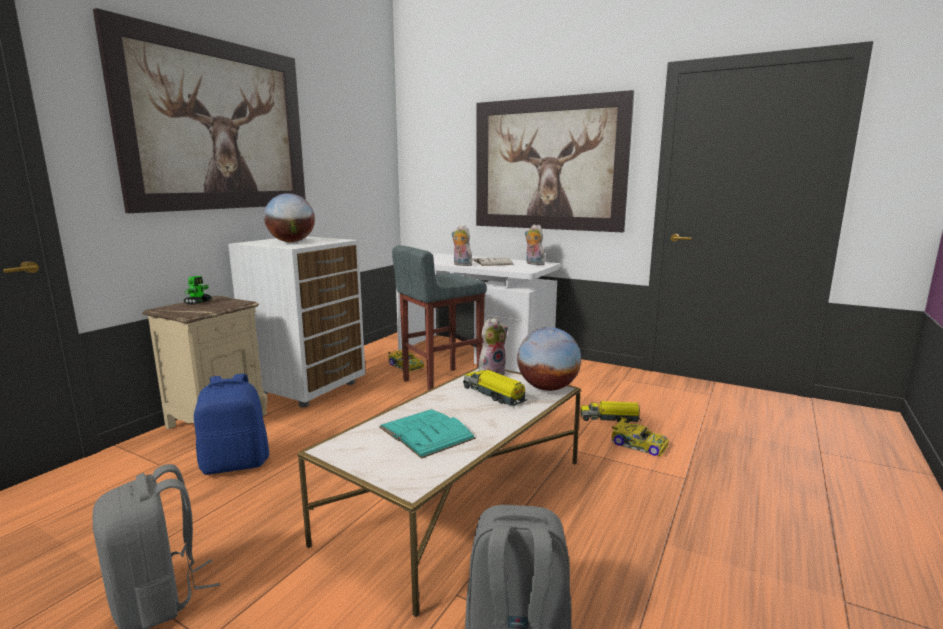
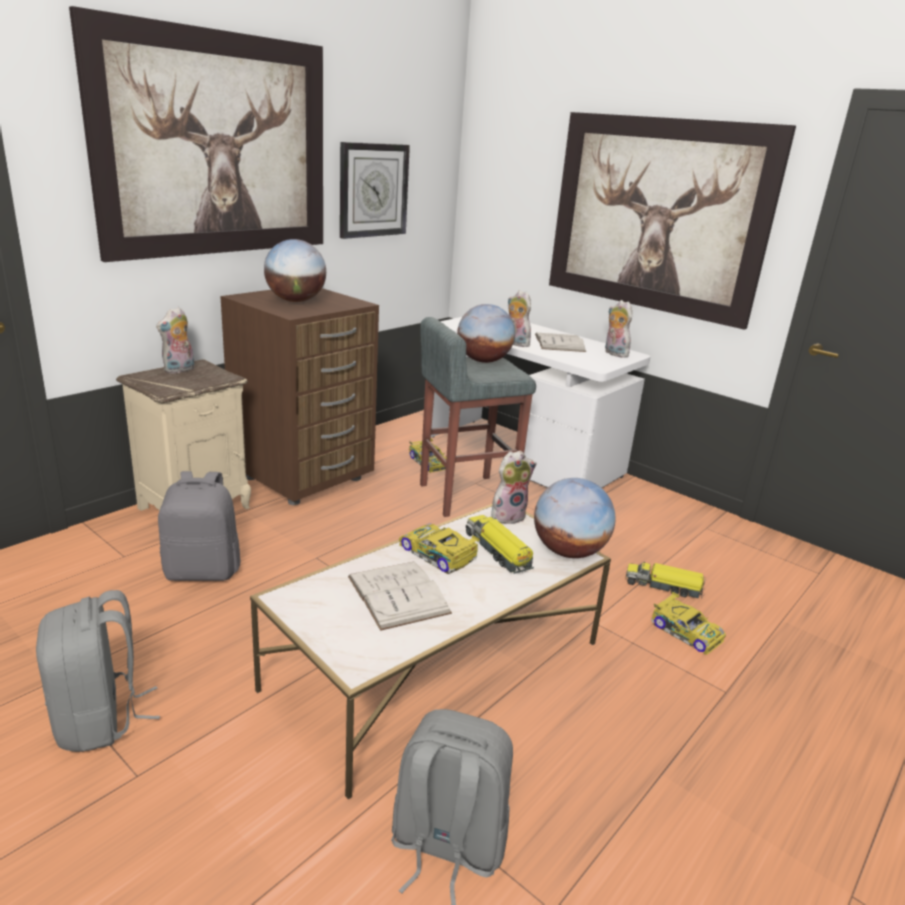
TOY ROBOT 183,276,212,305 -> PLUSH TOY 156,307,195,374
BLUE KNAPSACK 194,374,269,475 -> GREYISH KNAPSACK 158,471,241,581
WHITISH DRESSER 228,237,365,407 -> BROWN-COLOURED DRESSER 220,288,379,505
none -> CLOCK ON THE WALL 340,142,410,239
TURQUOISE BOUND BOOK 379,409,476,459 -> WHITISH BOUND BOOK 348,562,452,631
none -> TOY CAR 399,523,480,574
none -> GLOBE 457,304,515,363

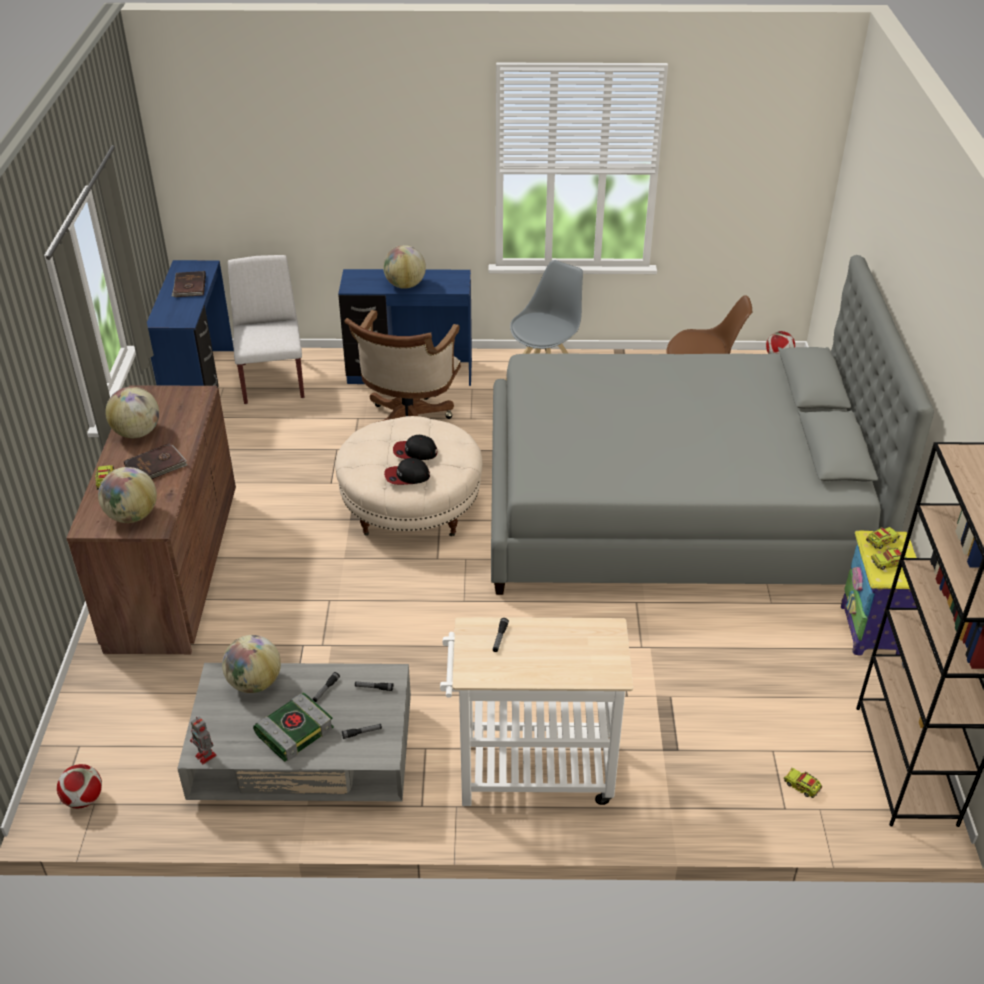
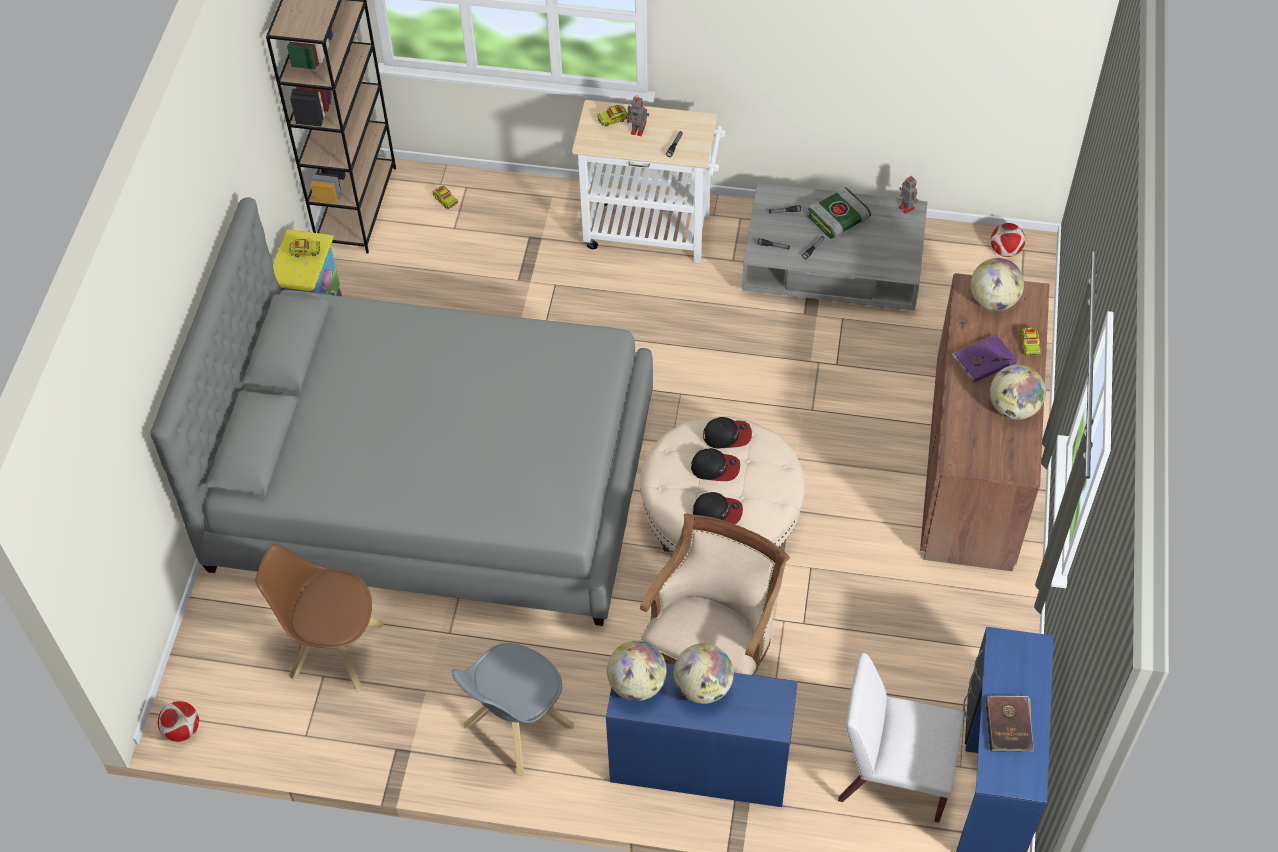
TOY LORRY 866,527,900,549 -> TOY LORRY 597,105,628,127, shifted
GLOBE 222,635,281,693 -> GLOBE 607,641,667,701, shifted
none -> TOY ROBOT 627,97,649,136
none -> PEAKED CAP 693,492,743,524
WHITISH UPRIGHT CHAIR 228,255,304,404 -> WHITISH UPRIGHT CHAIR 838,653,963,823, 105 degrees clockwise
BROWN-COLOURED BOUND BOOK 124,443,187,479 -> PURPLE BOUND BOOK 952,335,1017,382

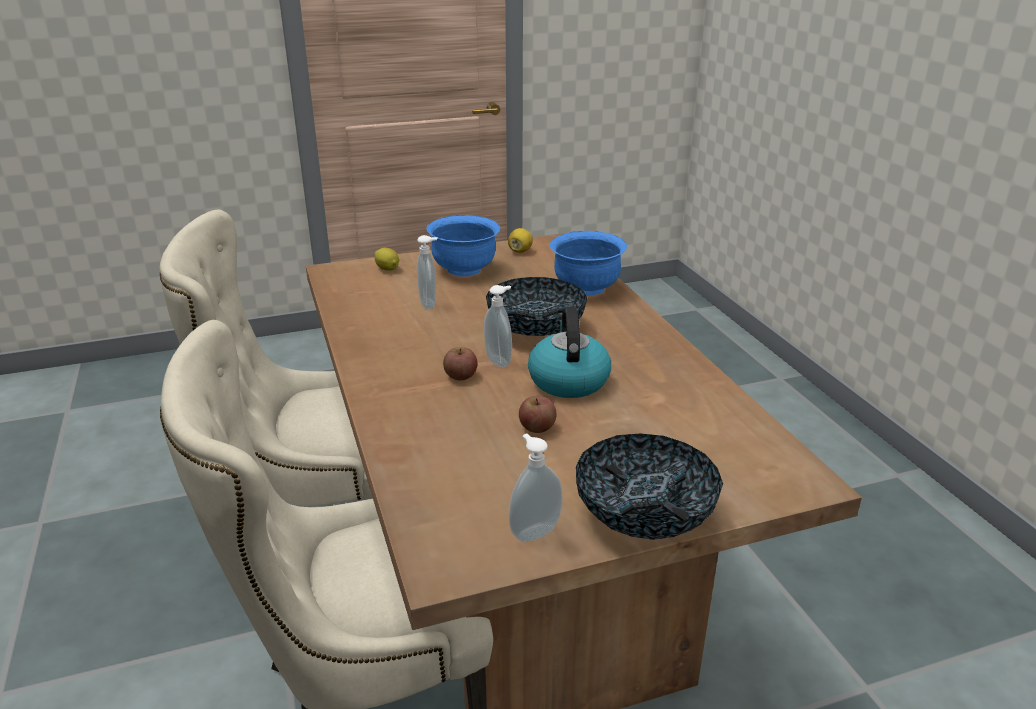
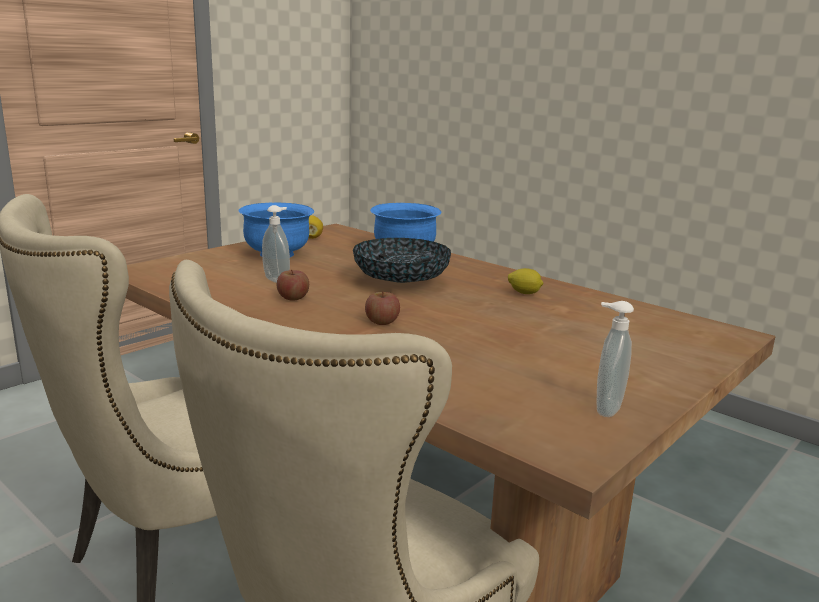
APPLE FRUIT 519,396,556,433 -> APPLE FRUIT 277,270,309,301, shifted
LEMON 374,248,399,271 -> LEMON 508,268,543,294, shifted
SOAP BOTTLE 484,285,512,368 -> none
WATER KETTLE 528,307,611,398 -> none
SERVING BOWL 576,434,723,540 -> none

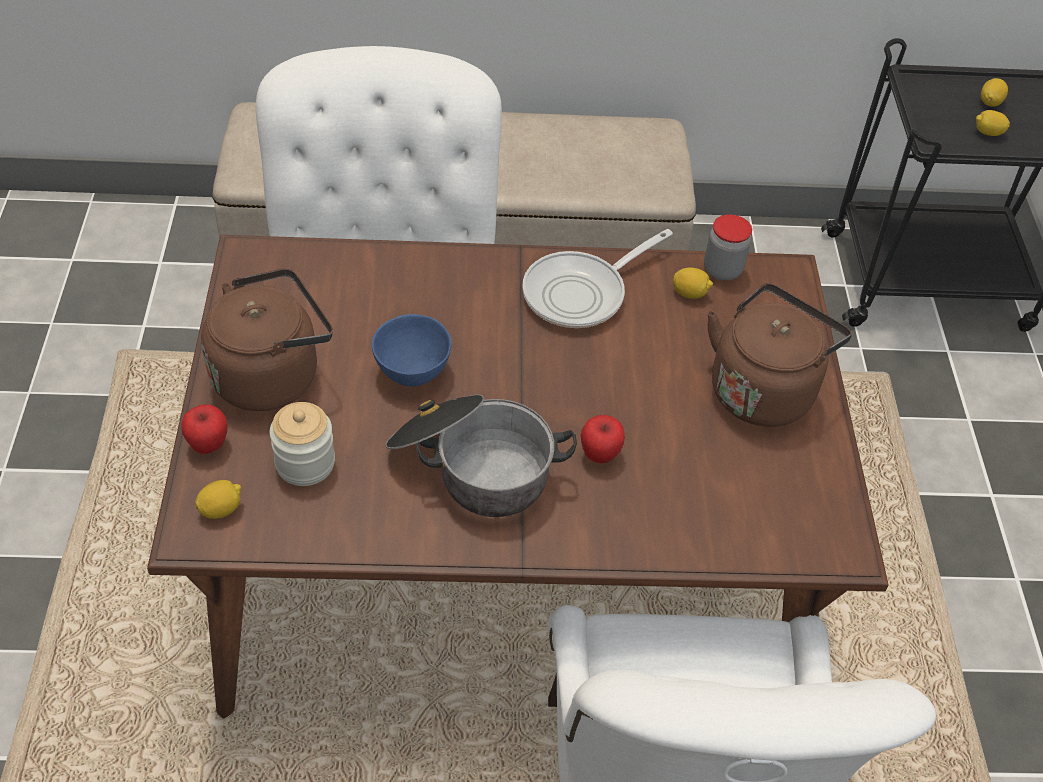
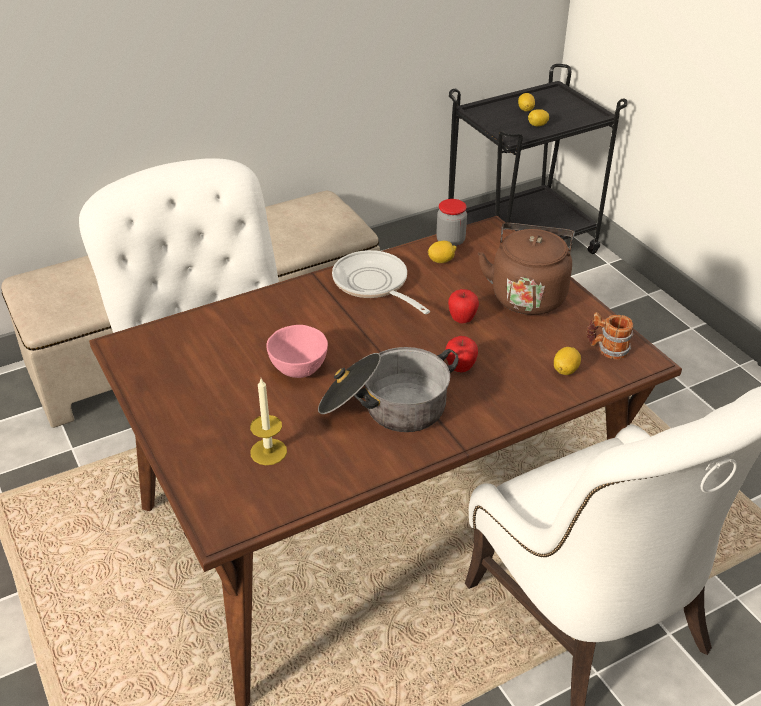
PRESERVE JAR 270,402,335,486 -> WAX LIGHT 250,378,287,465
BLUE SERVING BOWL 371,314,452,387 -> PINKISH SERVING BOWL 266,325,328,378
SKILLET 522,229,673,328 -> SKILLET 332,250,430,314, 120 degrees clockwise
APPLE FRUIT 181,404,228,454 -> APPLE FRUIT 448,289,479,324, shifted
LEMON 195,480,241,519 -> LEMON 554,347,581,375, shifted
none -> TEA MUG 586,312,633,360
BROWN-COLOURED WATER KETTLE 201,268,333,411 -> none

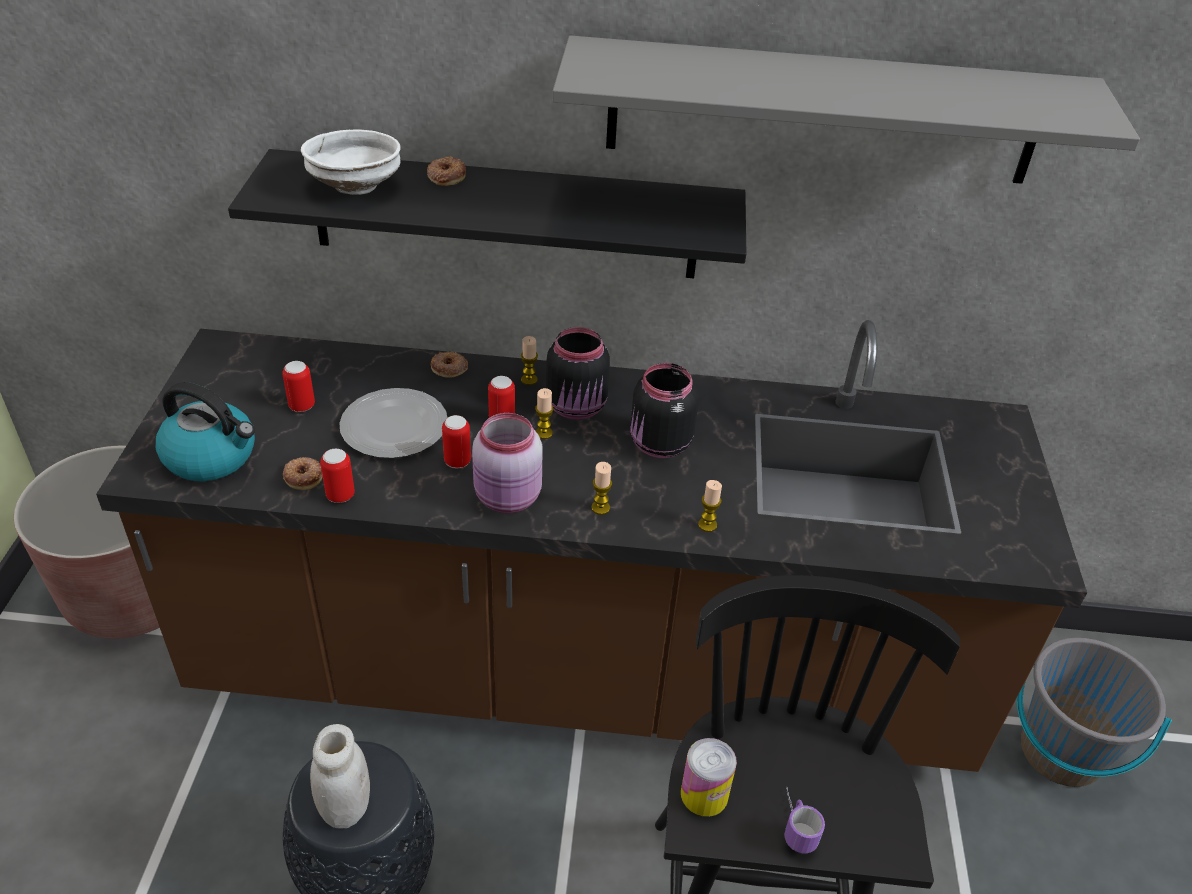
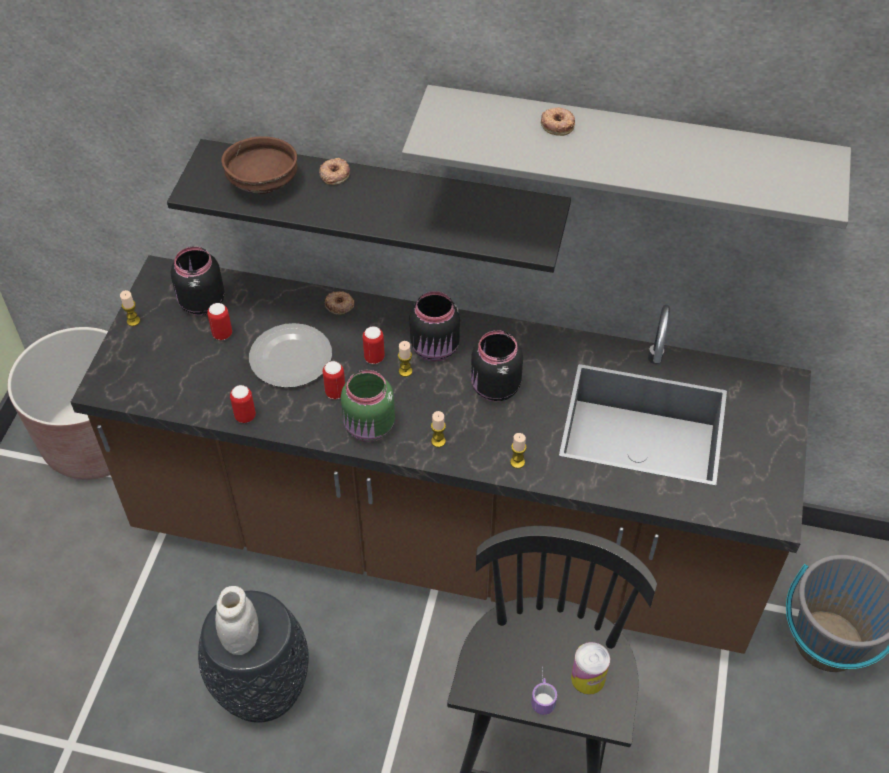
WAX LIGHT 521,336,538,385 -> WAX LIGHT 120,290,140,326, shifted
none -> BLACKISH PRESERVE JAR 171,246,225,315
WHITISH SERVING BOWL 301,129,401,195 -> BROWN-COLOURED SERVING BOWL 221,136,297,194
PINKISH PRESERVE JAR 472,413,543,513 -> GREENISH PRESERVE JAR 341,370,395,442
DONUT 283,457,322,490 -> DONUT 541,107,575,136, shifted
METAL CAN 681,738,737,817 -> METAL CAN 571,642,610,695, shifted
WATER KETTLE 156,382,255,481 -> none

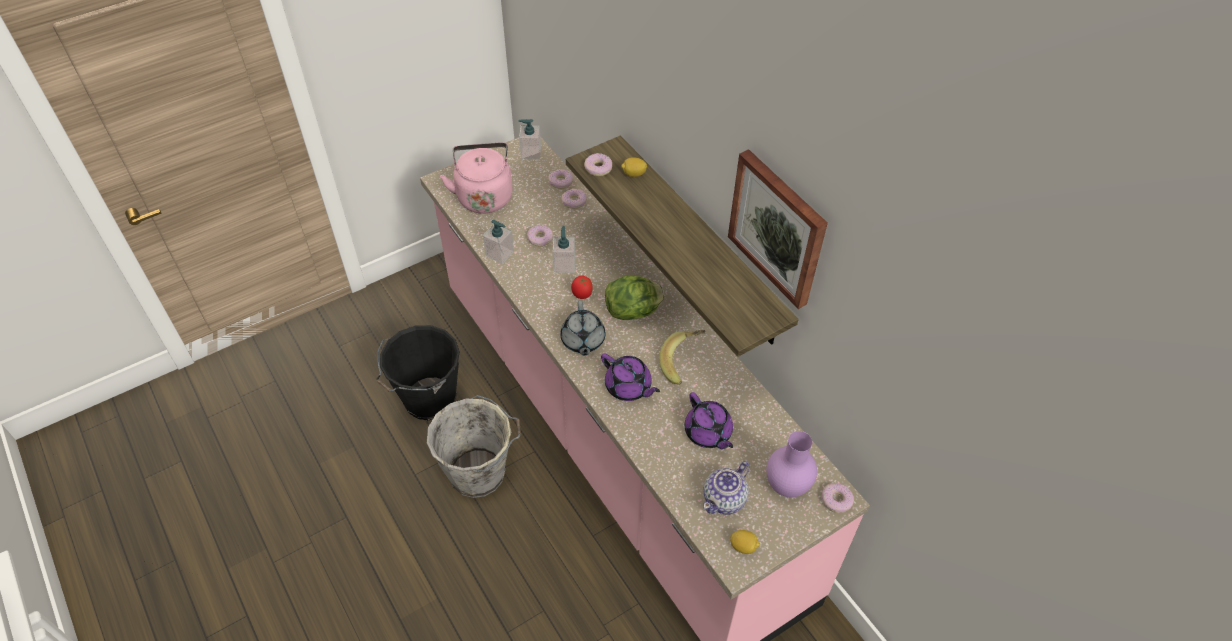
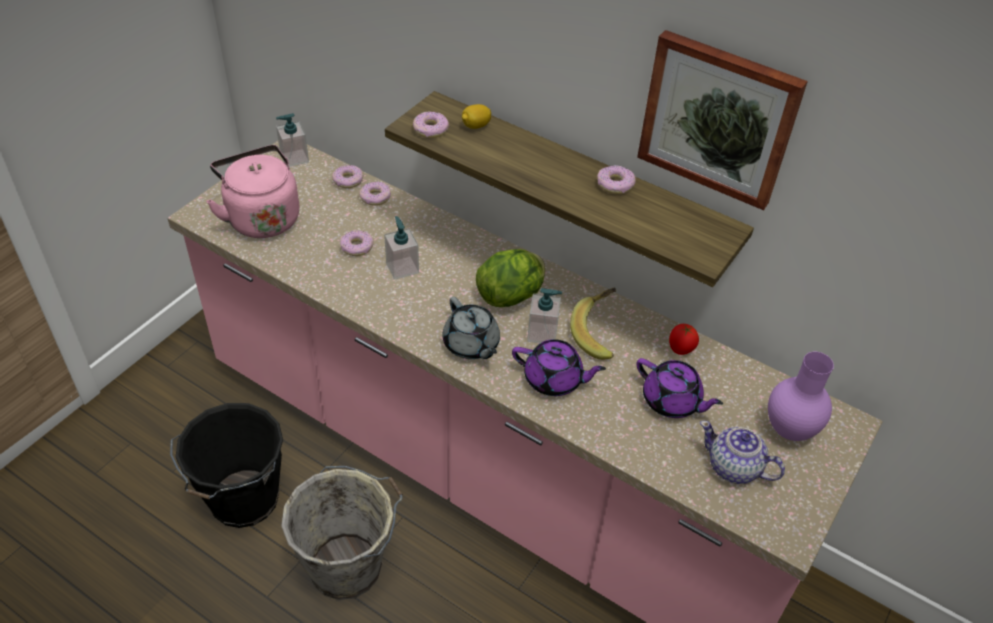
SOAP BOTTLE 483,220,514,264 -> SOAP BOTTLE 527,288,562,343, shifted
DONUT 821,483,854,513 -> DONUT 597,166,636,194, shifted
TOMATO 571,276,593,299 -> TOMATO 669,324,699,355, shifted
POT FOR TEA 703,461,750,514 -> POT FOR TEA 700,421,785,484, 105 degrees clockwise
LEMON 730,530,760,554 -> none

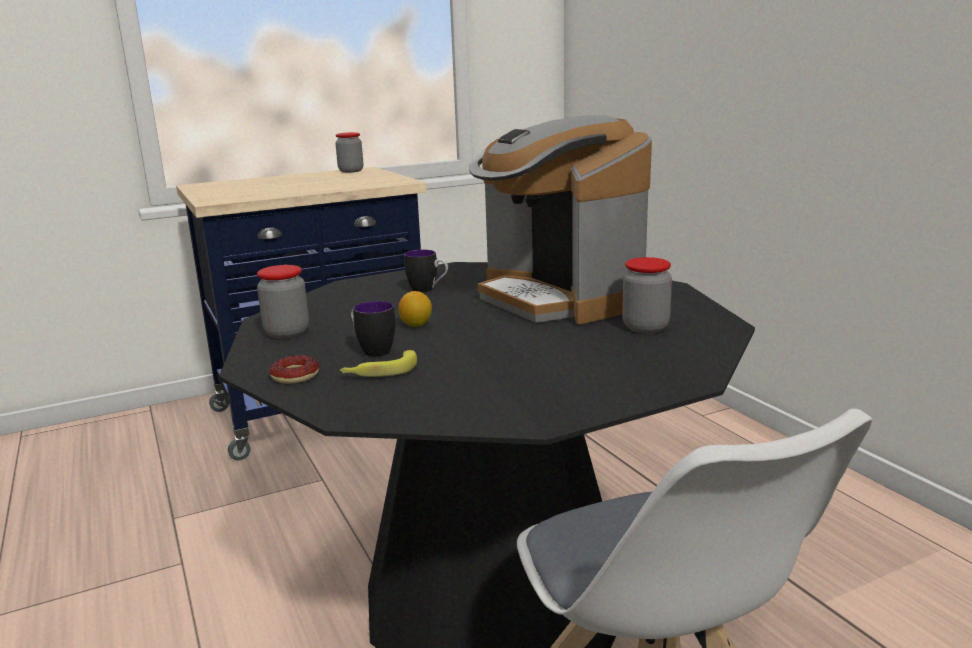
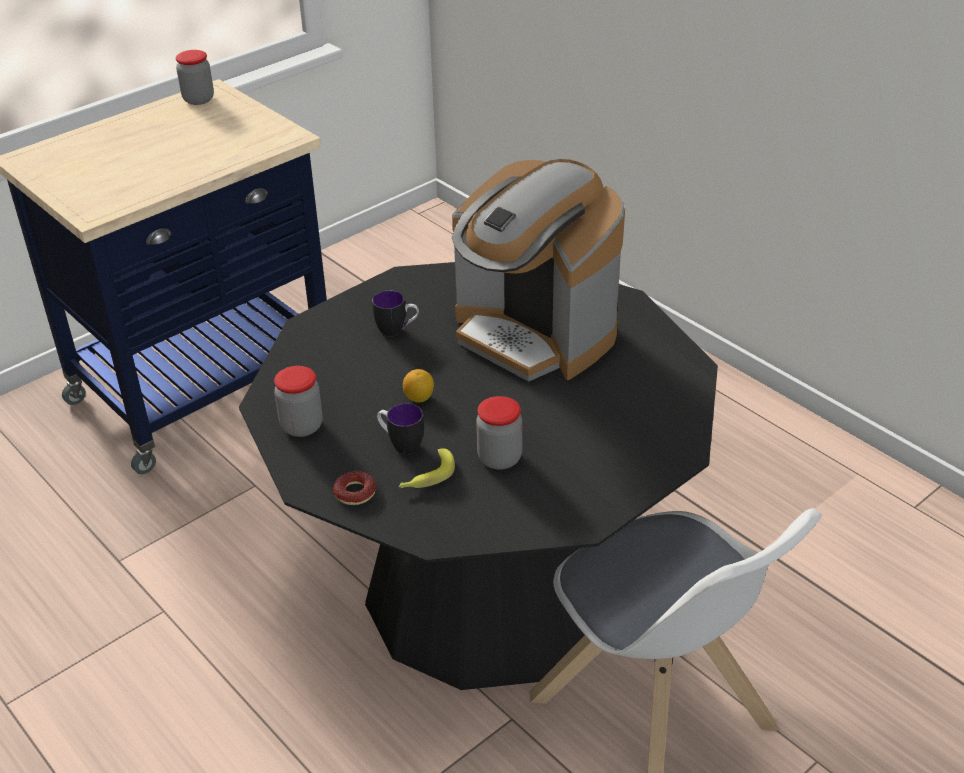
PRESERVE JAR 622,257,672,333 -> PRESERVE JAR 476,396,522,470, shifted

